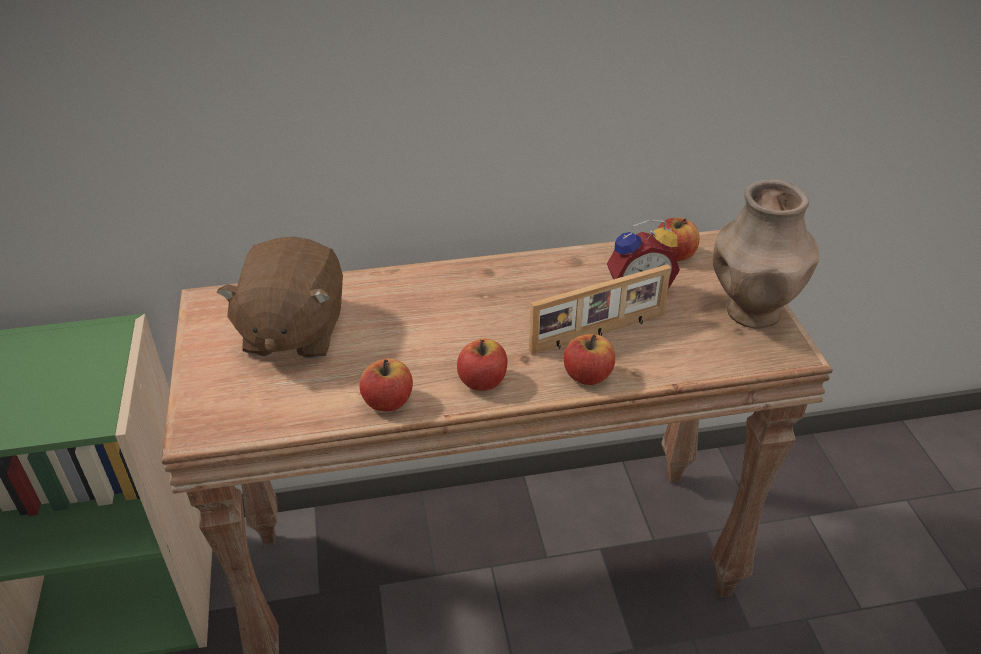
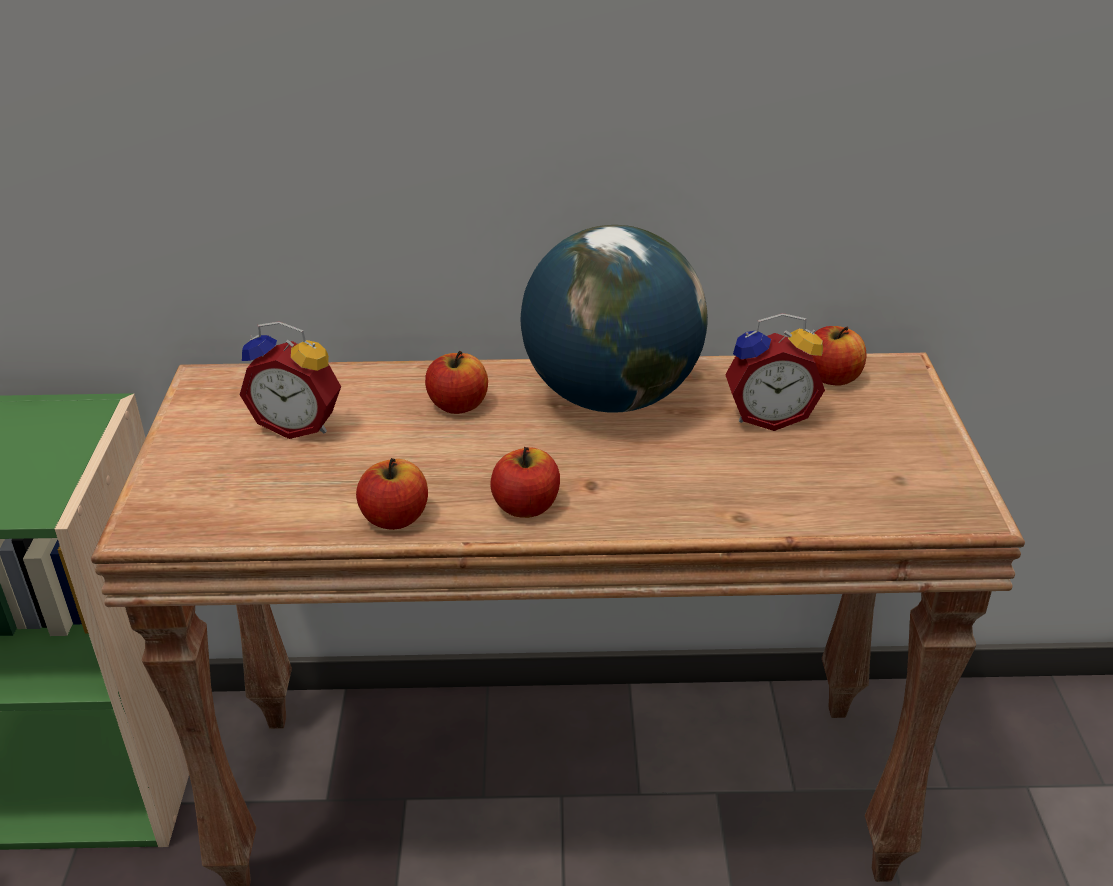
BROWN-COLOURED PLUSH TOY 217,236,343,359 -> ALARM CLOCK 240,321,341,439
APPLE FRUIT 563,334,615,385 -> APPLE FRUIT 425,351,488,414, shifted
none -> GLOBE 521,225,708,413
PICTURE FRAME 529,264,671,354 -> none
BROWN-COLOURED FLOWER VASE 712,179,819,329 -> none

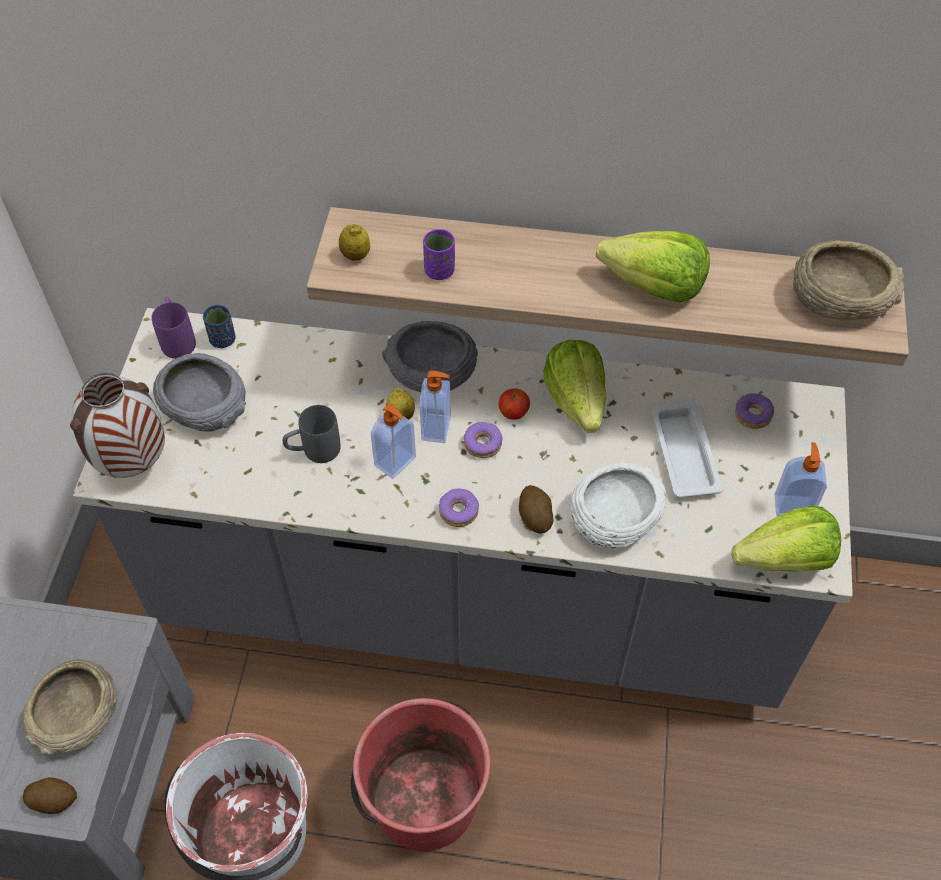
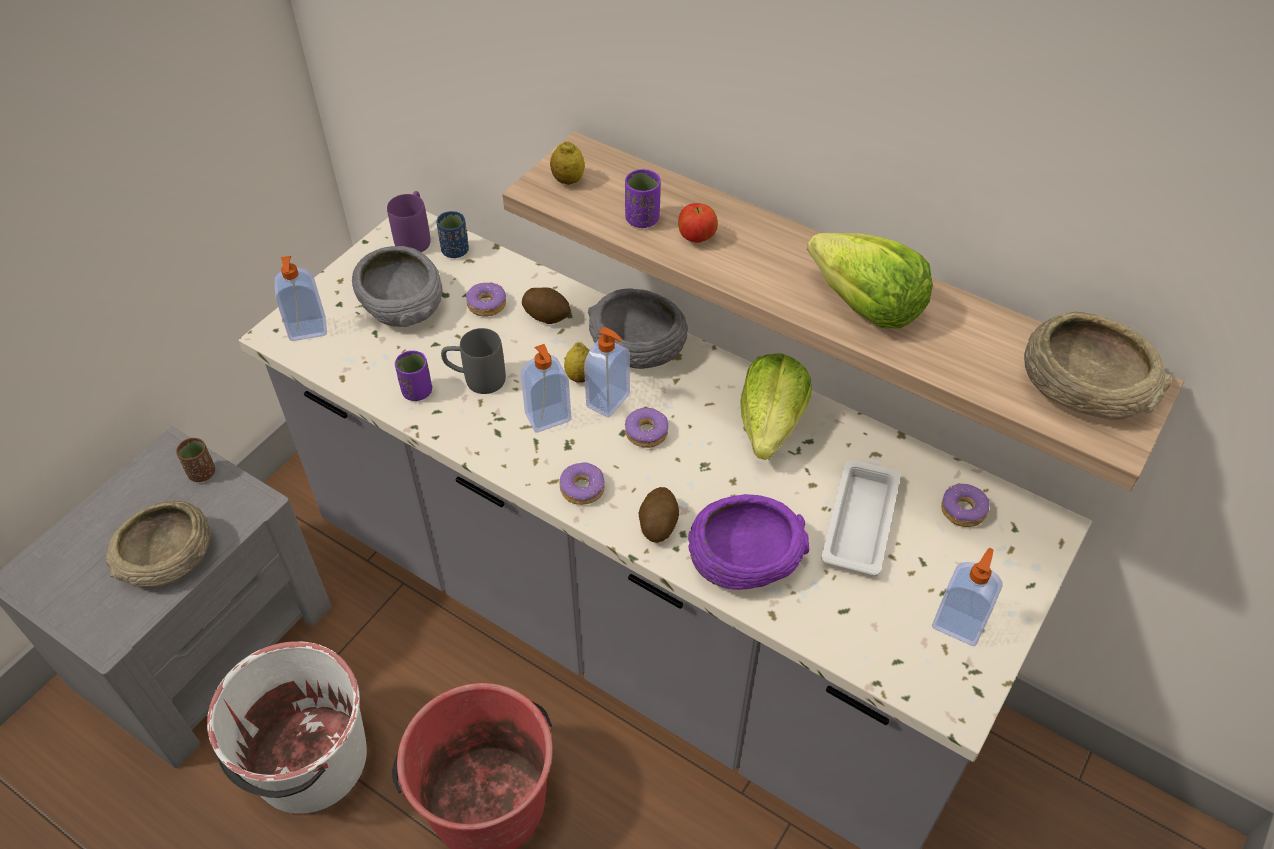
none -> BROWN-COLOURED DRINKING CUP 176,438,215,482
FLOWER VASE 70,373,165,478 -> SOAP BOTTLE 275,256,327,341
none -> PURPLE DRINKING CUP 395,350,432,401
none -> DONUT 466,282,506,317
POTATO 23,777,77,814 -> POTATO 522,287,571,324, shifted
APPLE FRUIT 499,389,530,420 -> APPLE FRUIT 678,203,718,243, shifted
WHITISH SERVING BOWL 570,463,666,548 -> PURPLE SERVING BOWL 688,494,809,590
HEAD OF LETTUCE 732,506,841,572 -> none

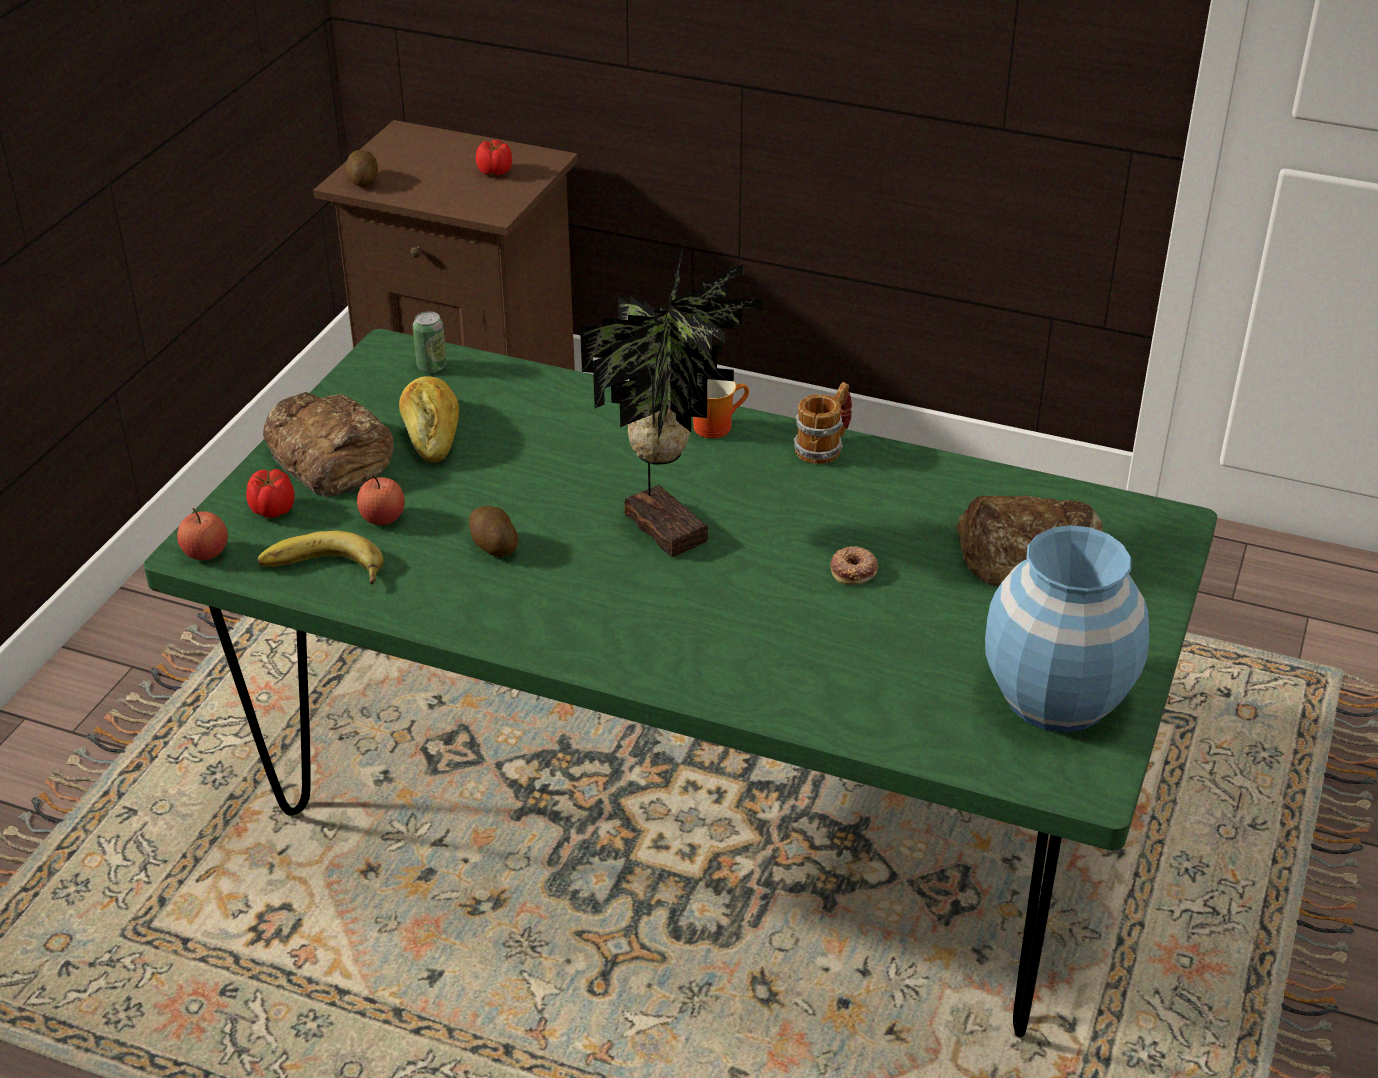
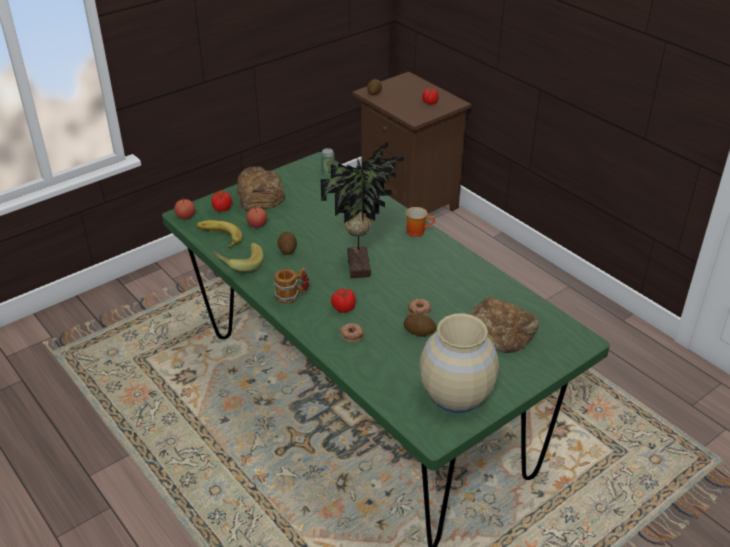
none -> BANANA 212,243,263,271
TEA MUG 793,382,852,464 -> TEA MUG 274,268,309,304, shifted
none -> TOMATO 331,288,356,313
none -> DONUT 340,323,364,342
none -> POTATO 404,314,437,337
BLUE FLOWER VASE 985,525,1149,732 -> SAND-COLOURED FLOWER VASE 419,313,499,413
BREAD 399,376,459,463 -> none

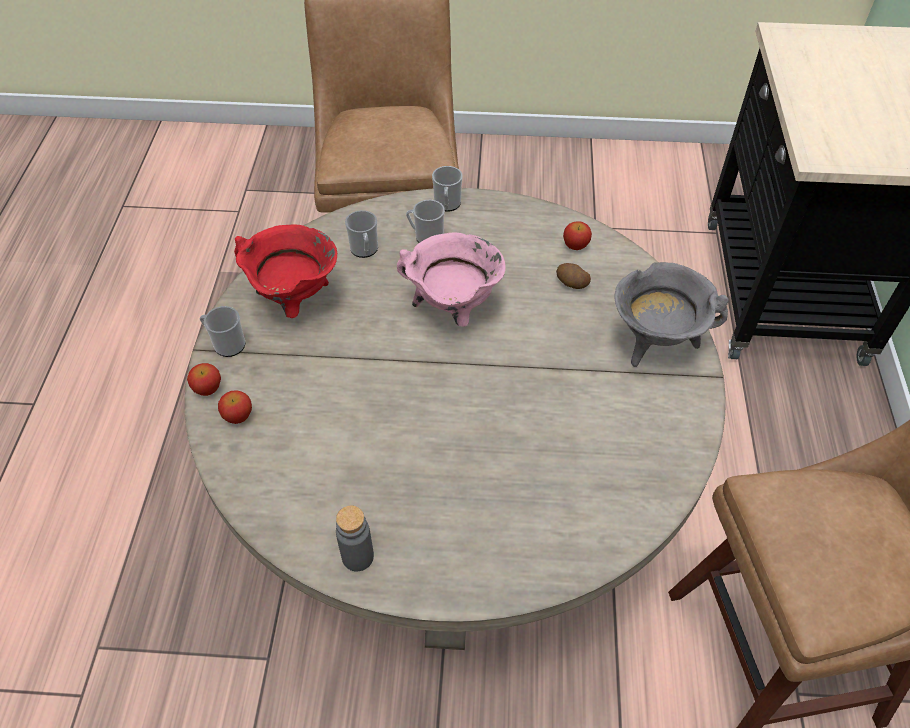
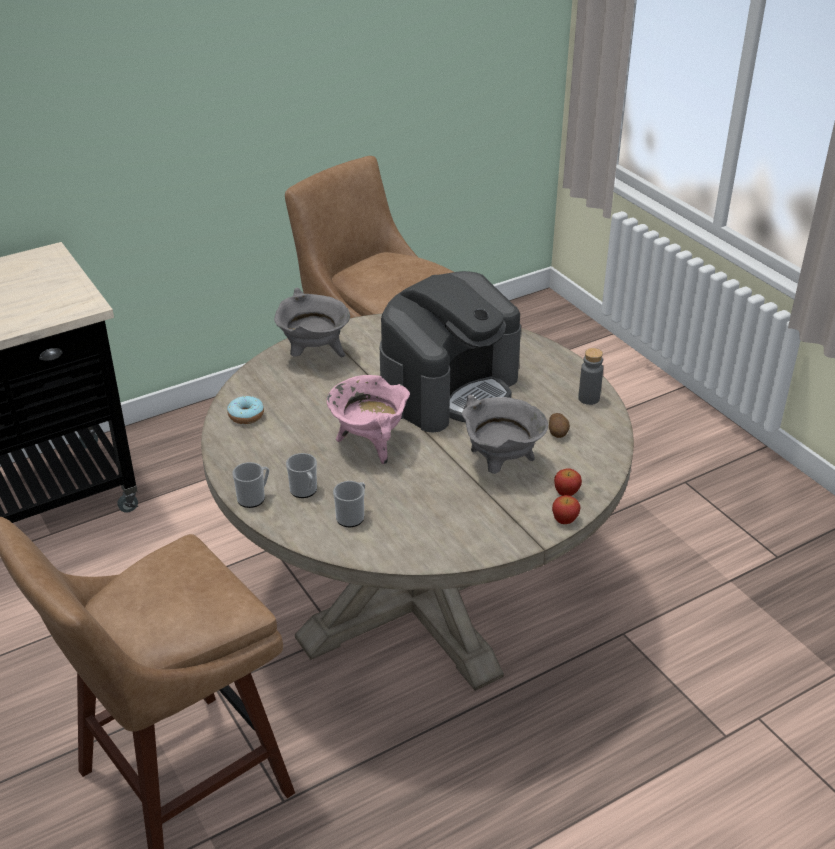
APPLE FRUIT 563,221,592,250 -> DONUT 227,396,264,424
none -> COFFEE MACHINE 380,271,521,432
none -> GREYISH COOKING POT 462,395,548,474
POTATO 556,263,591,289 -> POTATO 549,413,570,438, shifted
TEA MUG 200,306,245,357 -> none
RED-COLOURED COOKING POT 234,224,337,318 -> none

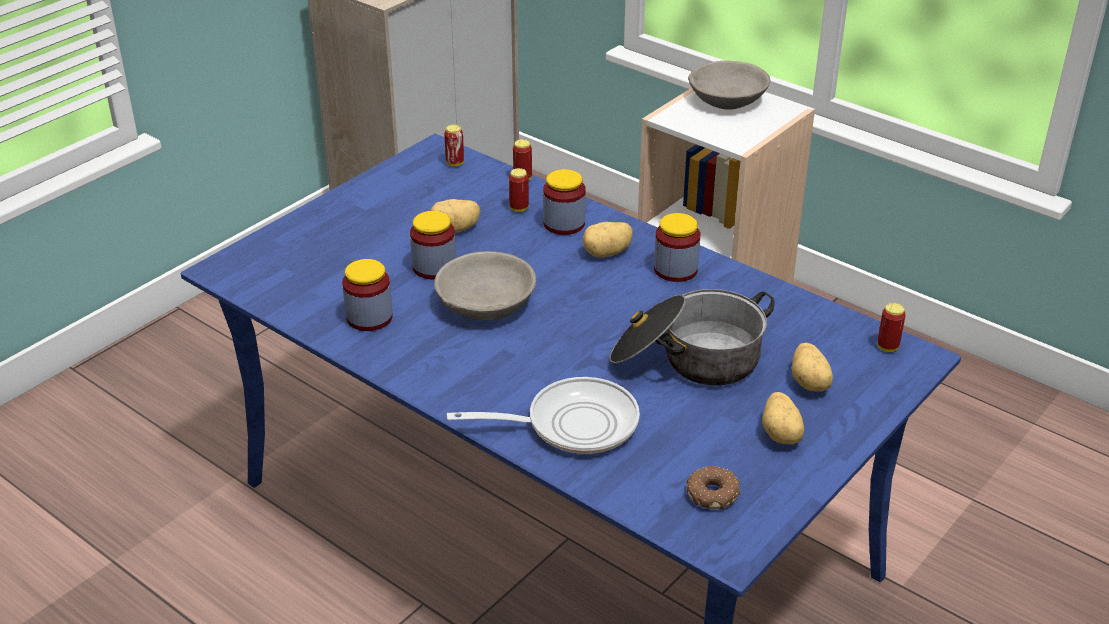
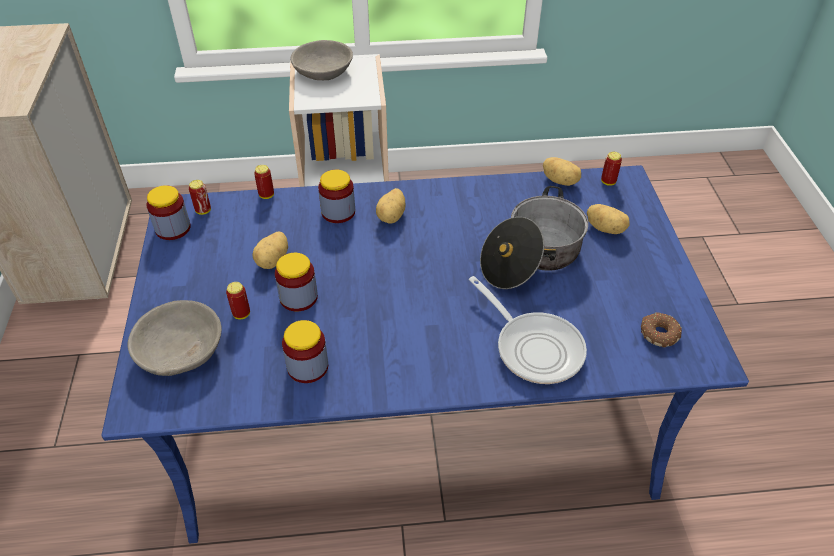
GREYISH SERVING BOWL 434,251,536,320 -> GREYISH SERVING BOWL 128,300,222,376, shifted
PRESERVE JAR 654,213,700,282 -> PRESERVE JAR 146,185,191,240, shifted
METAL CAN 509,168,529,212 -> METAL CAN 226,282,250,319, shifted
SKILLET 447,377,640,454 -> SKILLET 469,276,587,384, 105 degrees clockwise
POTATO 762,392,804,445 -> POTATO 543,157,581,186, shifted

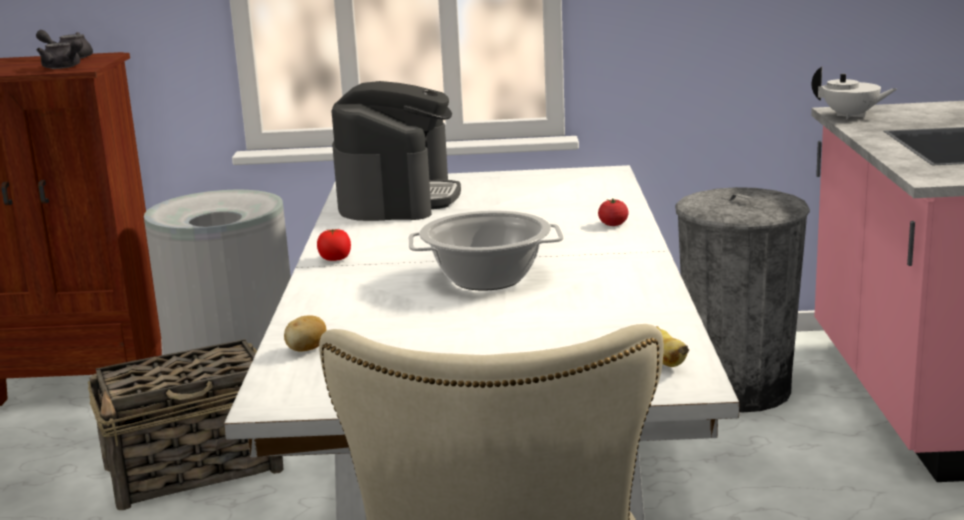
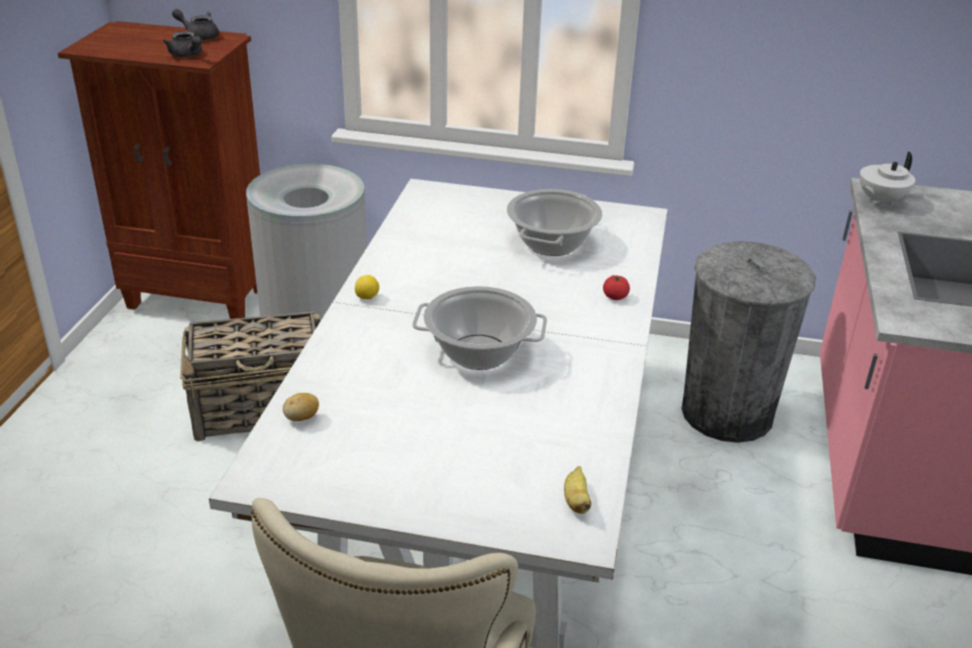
TOMATO 317,229,351,261 -> LEMON 355,275,379,300
none -> COOKING POT 507,189,602,256
WHITISH POT FOR TEA 812,67,897,119 -> WHITISH POT FOR TEA 860,152,915,206, 105 degrees clockwise
COFFEE MACHINE 331,81,461,221 -> none

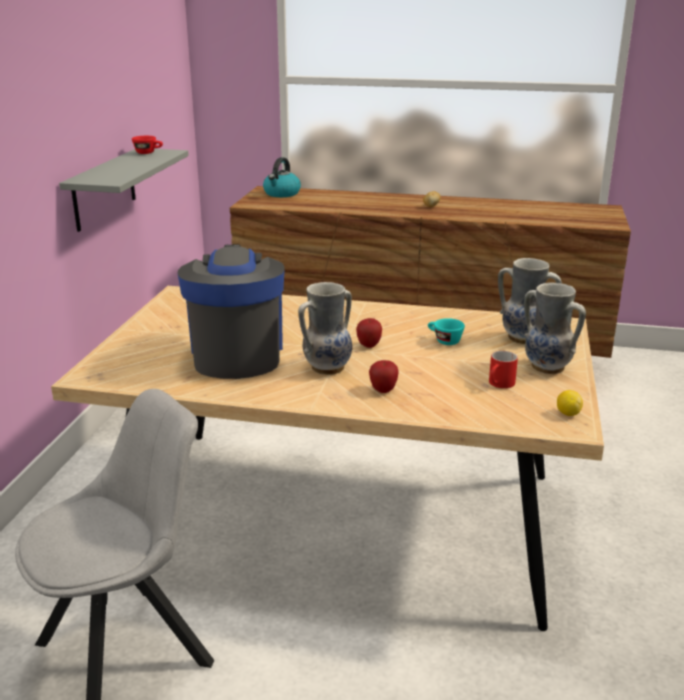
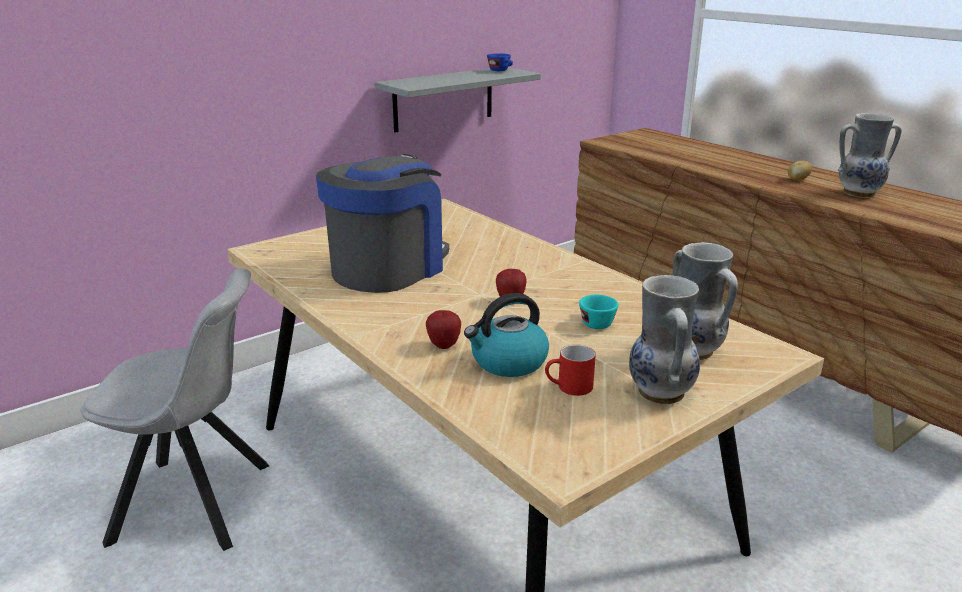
WATER KETTLE 263,157,301,197 -> WATER KETTLE 464,293,549,377, shifted
RED-COLOURED DRINKING CUP 132,136,163,154 -> BLUE DRINKING CUP 487,53,513,71
FLOWER VASE 298,282,352,375 -> FLOWER VASE 838,113,902,198, shifted
LEMON 557,390,583,416 -> none

